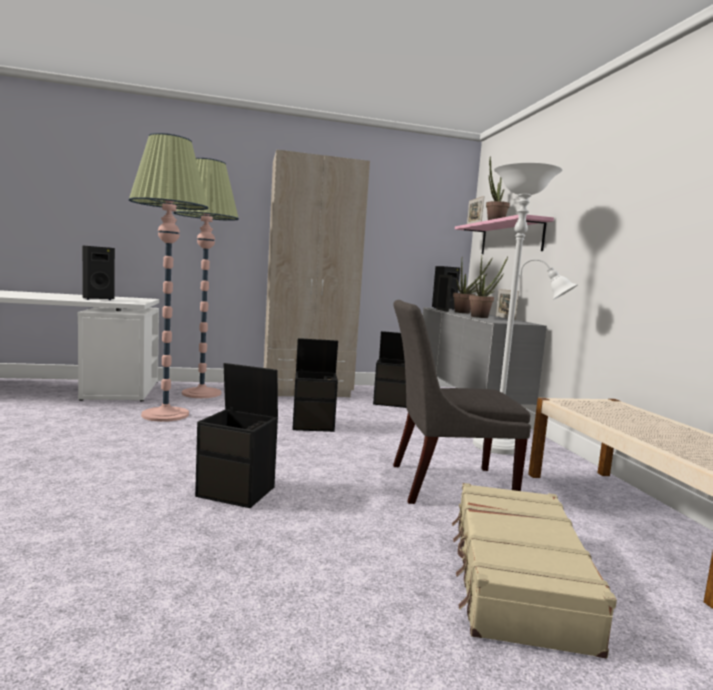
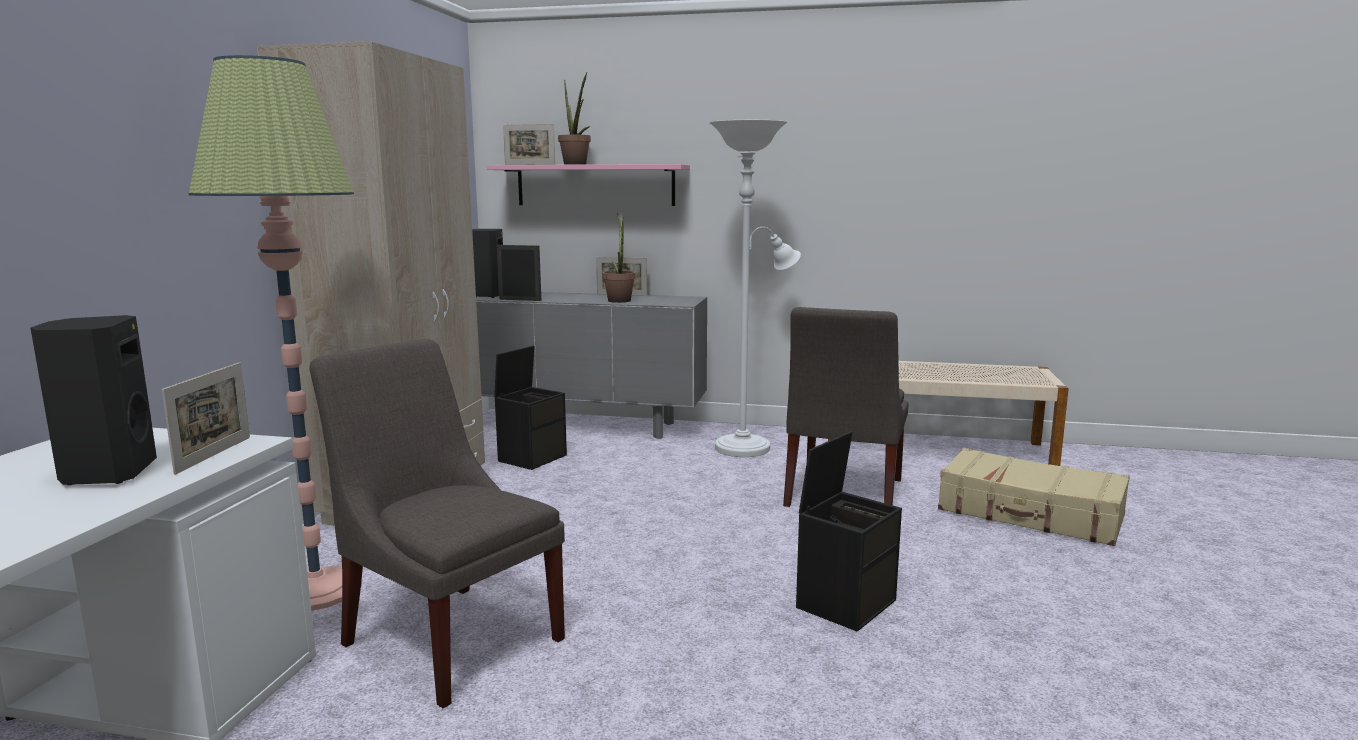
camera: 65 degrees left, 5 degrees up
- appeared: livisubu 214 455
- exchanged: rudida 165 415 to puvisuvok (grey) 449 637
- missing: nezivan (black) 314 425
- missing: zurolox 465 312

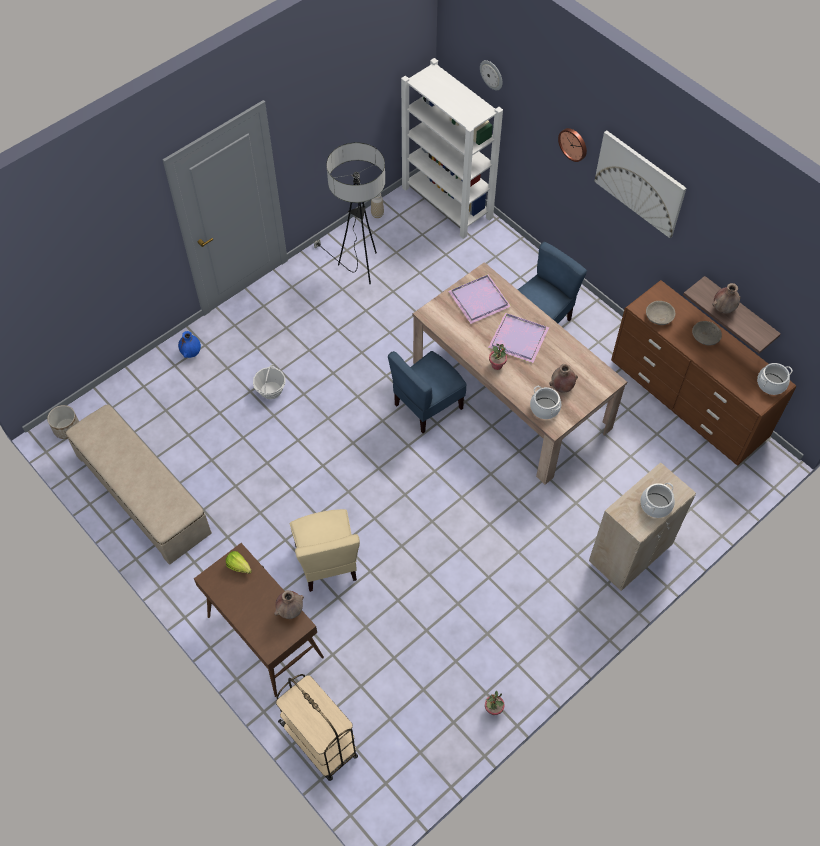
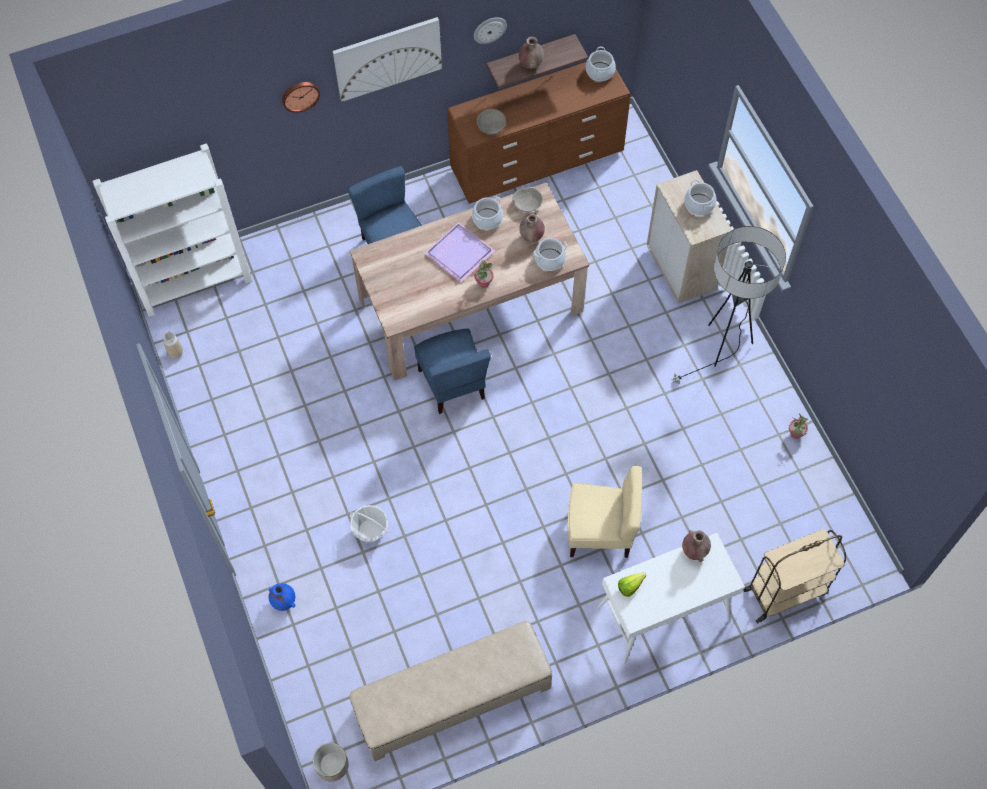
camera: 70 degrees left, 5 degrees up
- appeared: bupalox 487 219
- relocated: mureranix 492 74 to 489 29
- relocated: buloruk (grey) 705 337 to 527 204
- colour: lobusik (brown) 264 636 to lobusik (white) 663 614
- relocated: rudida 359 268 to 722 348
- missing: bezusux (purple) 480 300

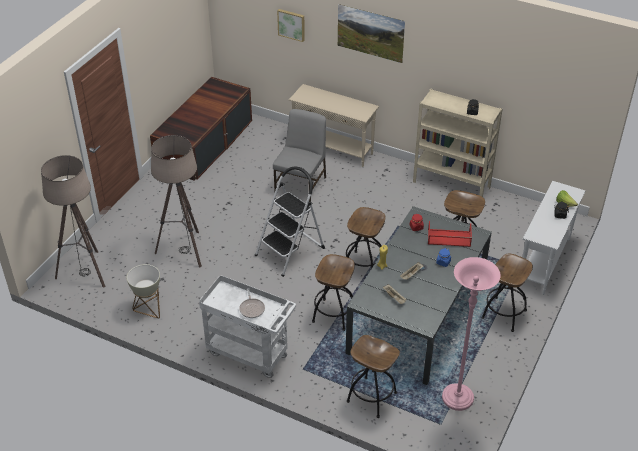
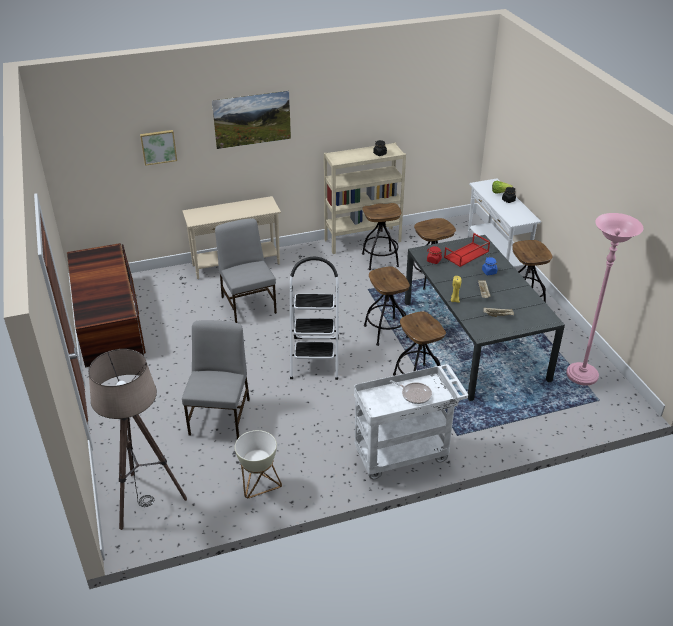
camera: 45 degrees left, 5 degrees down
- exchanged: rudida 184 250 to puvisuvok (grey) 220 416
- relocated: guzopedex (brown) 371 397 to 380 260

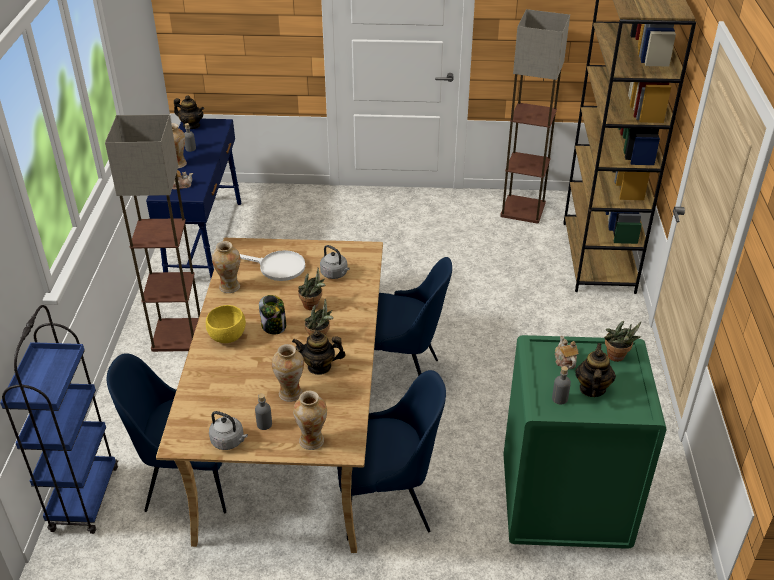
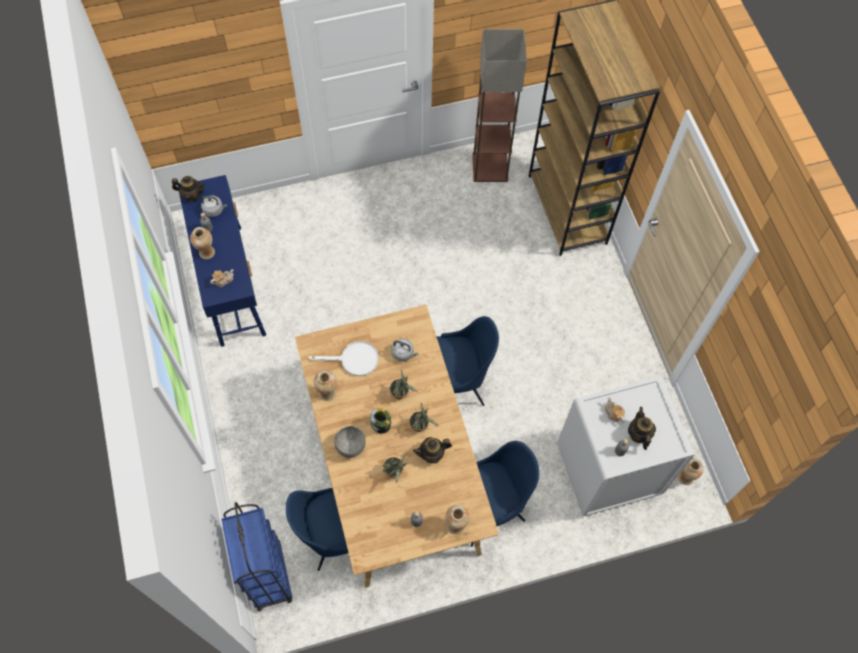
camera: 20 degrees left, 25 degrees up
- relocated: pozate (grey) 229 441 to 214 210
- colour: buloruk (yellow) 227 336 to buloruk (grey) 350 446
- relocated: zurolox 617 358 to 395 473
- colour: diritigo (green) 562 508 to diritigo (grey) 607 472
- relocated: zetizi 290 393 to 685 477
- missing: rudida 176 335

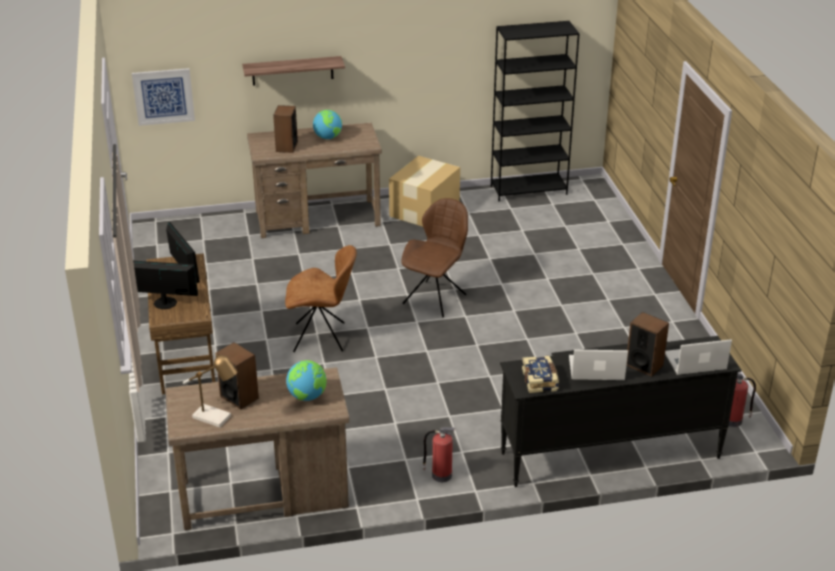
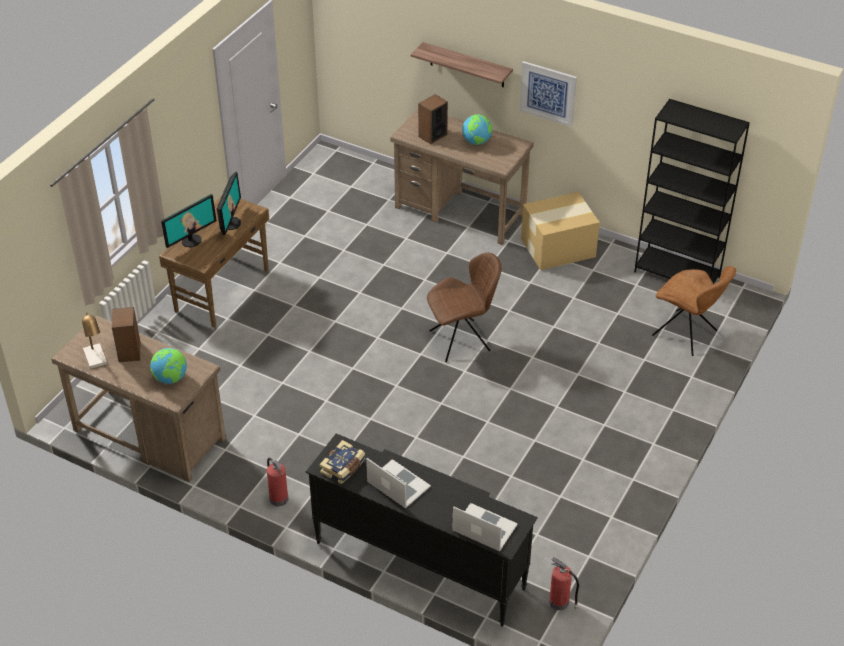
camera: 40 degrees right, 10 degrees up
- spun: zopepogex 165 303 = 191 240 90 degrees clockwise
- relocated: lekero 163 96 to 548 93
- relocated: puvisuvok (brown) 322 337 to 686 334
- missing: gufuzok 644 365

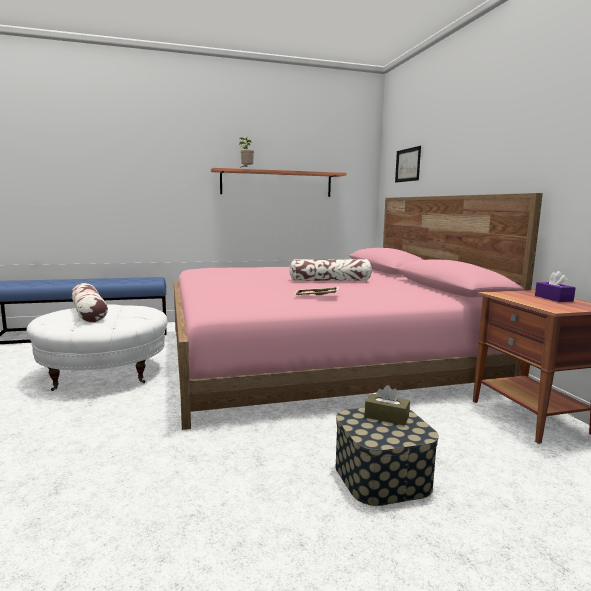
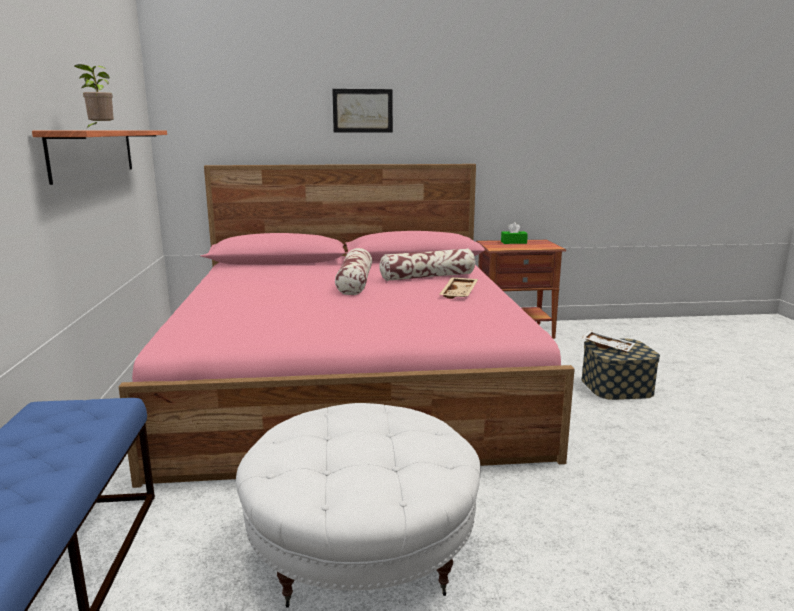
camera: 80 degrees left, 5 degrees up
- relocated: lekero 408 165 to 362 110
- relocated: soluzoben 89 313 to 428 277
- colour: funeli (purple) 553 298 to funeli (green) 513 242
- exchanged: funeli (brown) 386 417 to bezusux (white) 608 346

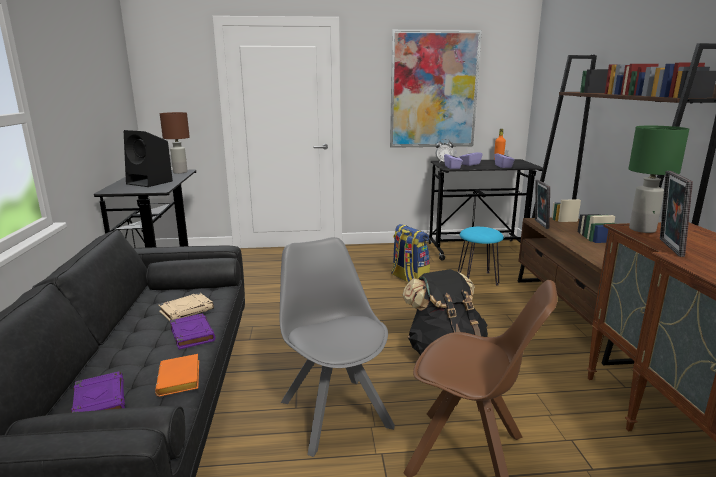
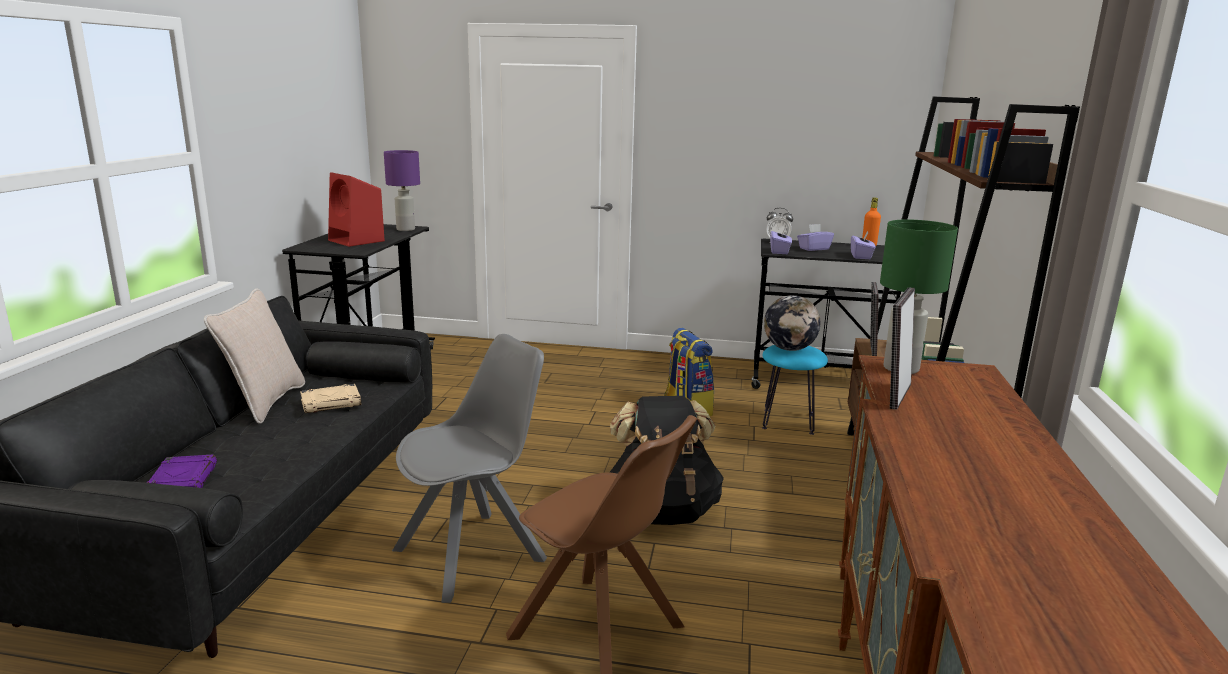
camera: 15 degrees right, 0 degrees up
- appeared: soluzoben (beige) 265 402
- colour: gufuzok (black) 150 182 to gufuzok (red) 357 241
- colour: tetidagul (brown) 180 172 to tetidagul (purple) 405 229
- spun: puvisuvok (grey) 335 411 = 473 553 60 degrees clockwise
- appeared: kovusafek 789 349
- missing: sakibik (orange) 181 380
- missing: sakibik (purple) 192 334
- missing: lekero 434 90

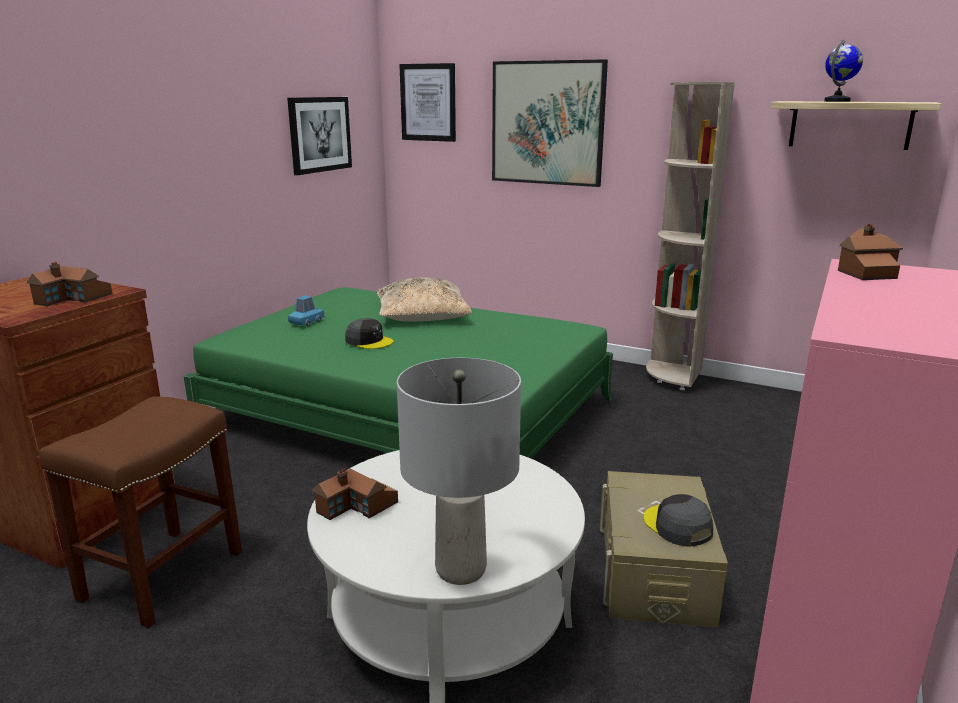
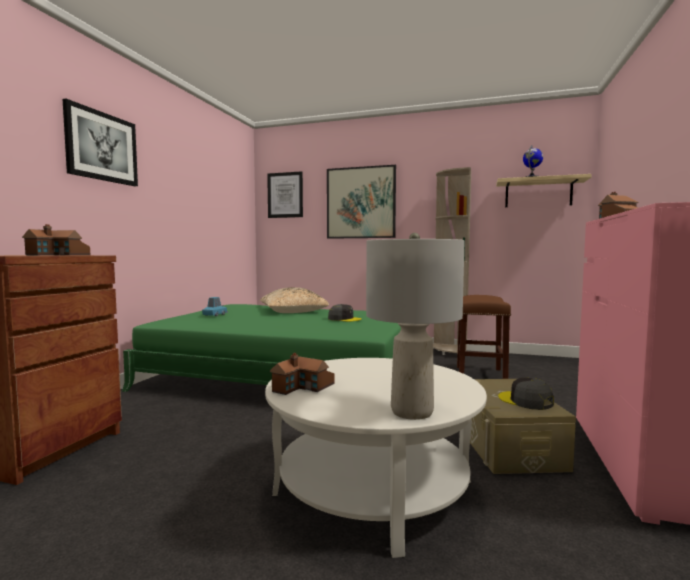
camera: 10 degrees left, 15 degrees down
- relocated: lekero 319 134 to 102 147
- relocated: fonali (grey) 369 341 to 344 319
- relocated: guzopedex (brown) 163 574 to 479 375

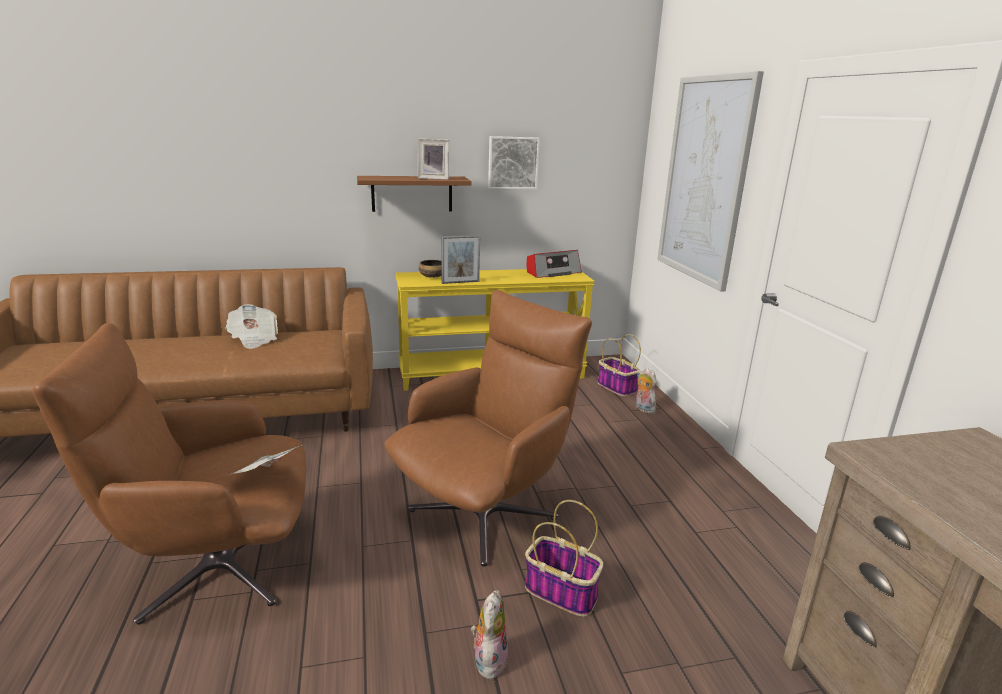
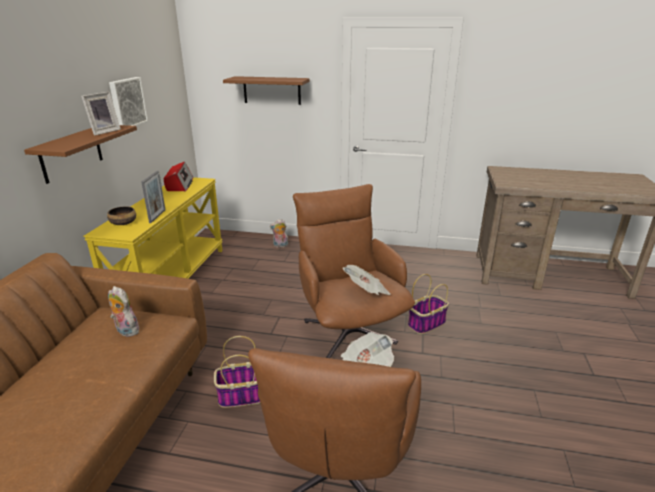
camera: 65 degrees left, 5 degrees up
- relocated: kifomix 488 659 to 125 331
- relocated: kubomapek 616 387 to 241 396
- exchanged: lekero 705 180 to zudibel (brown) 272 90
- relocated: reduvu 254 339 to 366 291

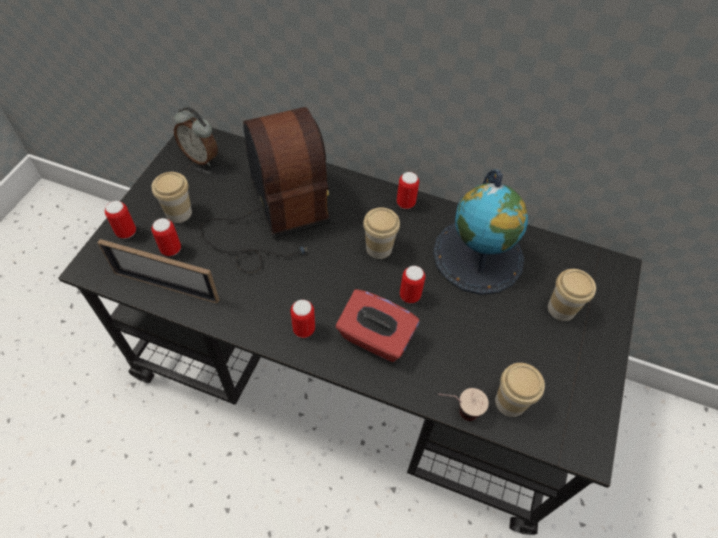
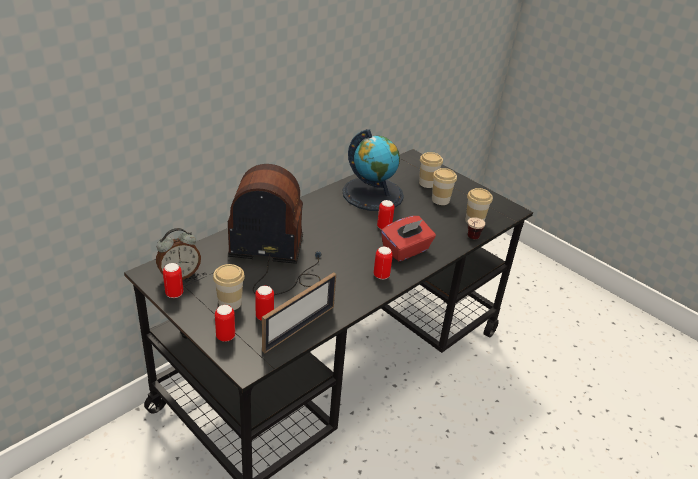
camera: 65 degrees left, 20 degrees down
- relocated: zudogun 405 203 to 174 293
- relocated: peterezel 379 248 to 440 200

